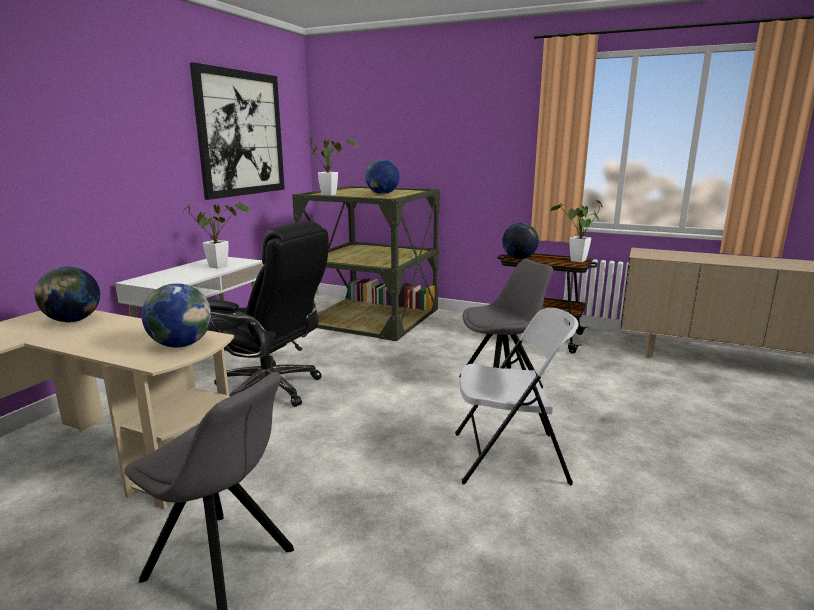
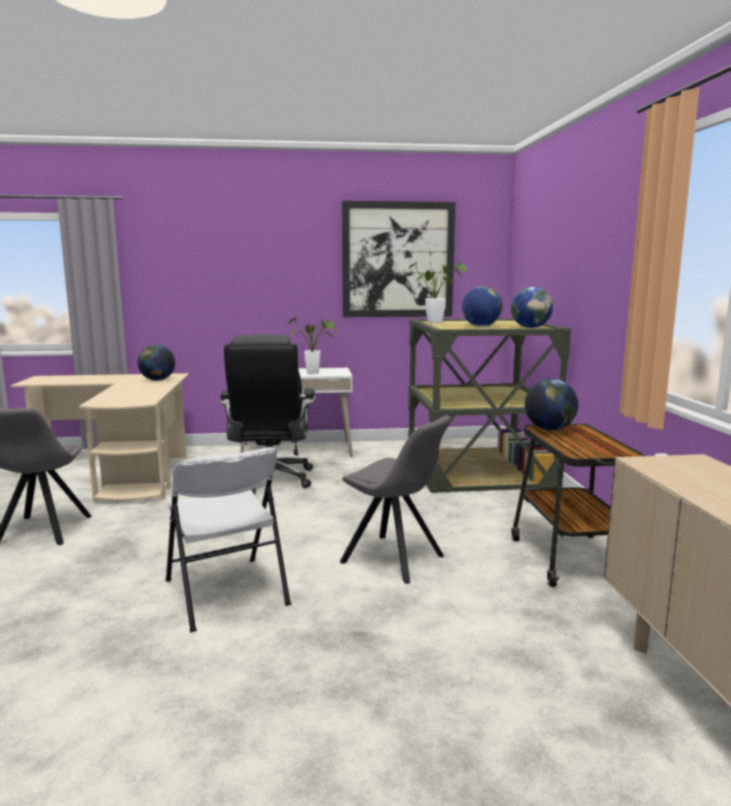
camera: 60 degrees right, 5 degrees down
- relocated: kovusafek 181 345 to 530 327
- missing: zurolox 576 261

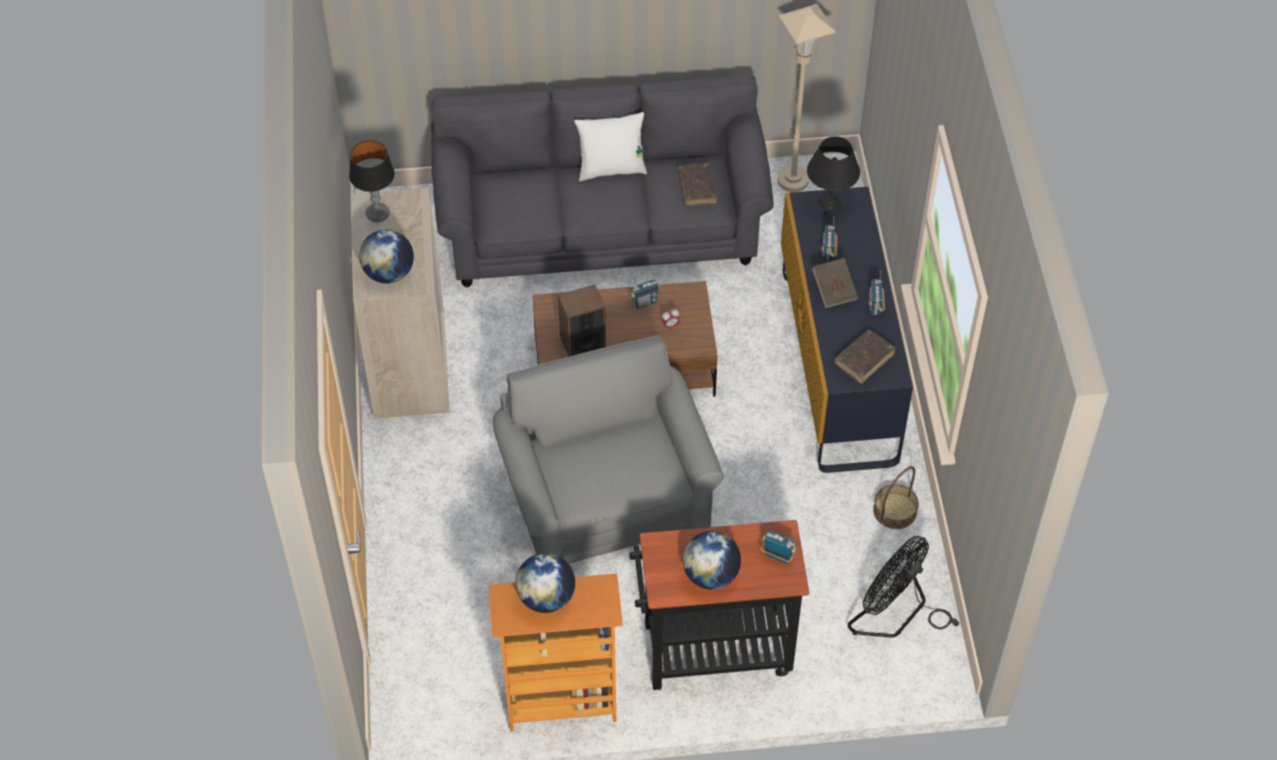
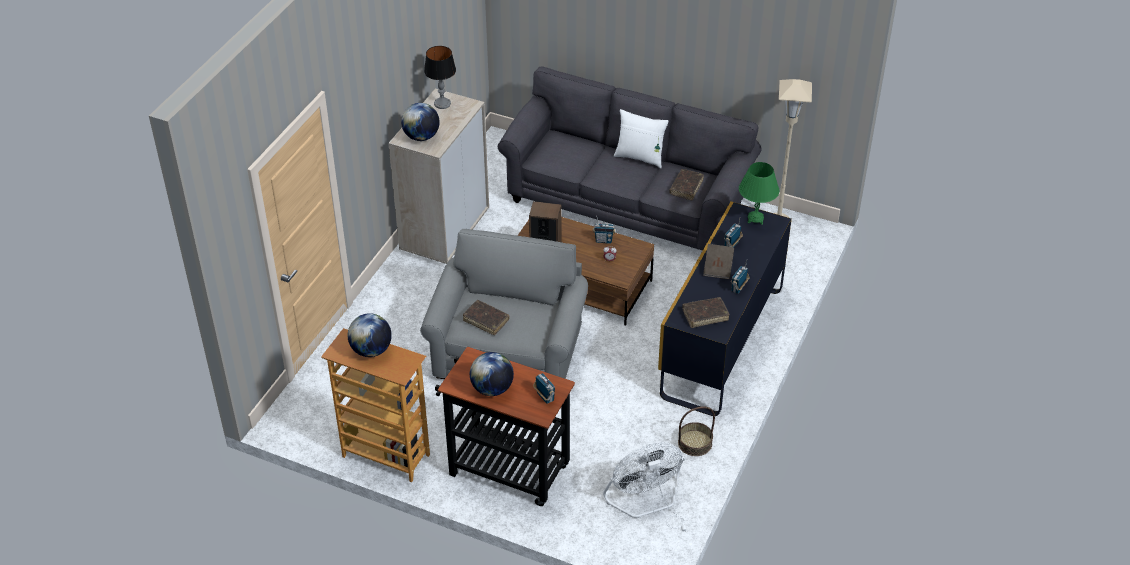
camera: 30 degrees right, 10 degrees down
- appeared: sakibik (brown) 486 320
- colour: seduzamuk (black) 900 609 to seduzamuk (white) 651 503
- colour: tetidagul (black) 829 205 to tetidagul (green) 755 219

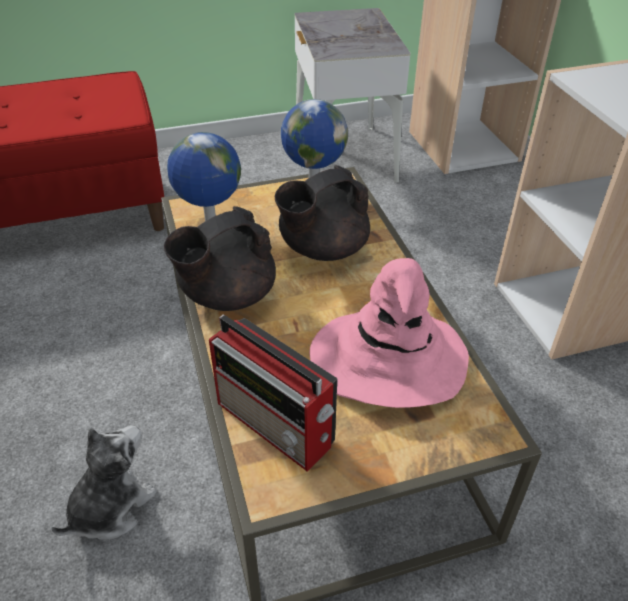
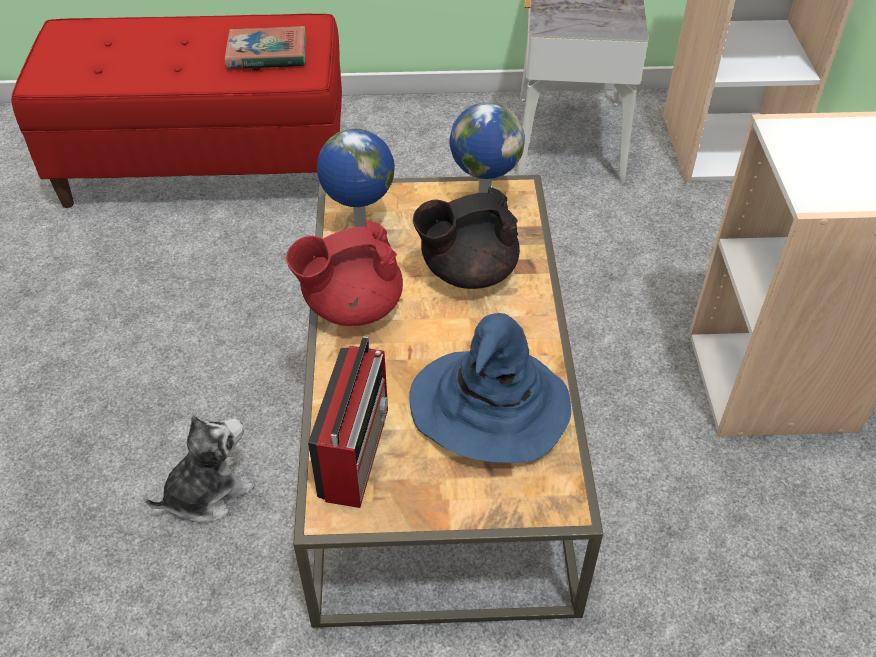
camera: 15 degrees right, 5 degrees up
- appeared: sakibik 267 54
- colour: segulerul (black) 226 296 to segulerul (red) 351 307
- spun: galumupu 277 425 = 356 451 135 degrees counterclockwise
- colour: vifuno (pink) 388 360 to vifuno (blue) 489 407

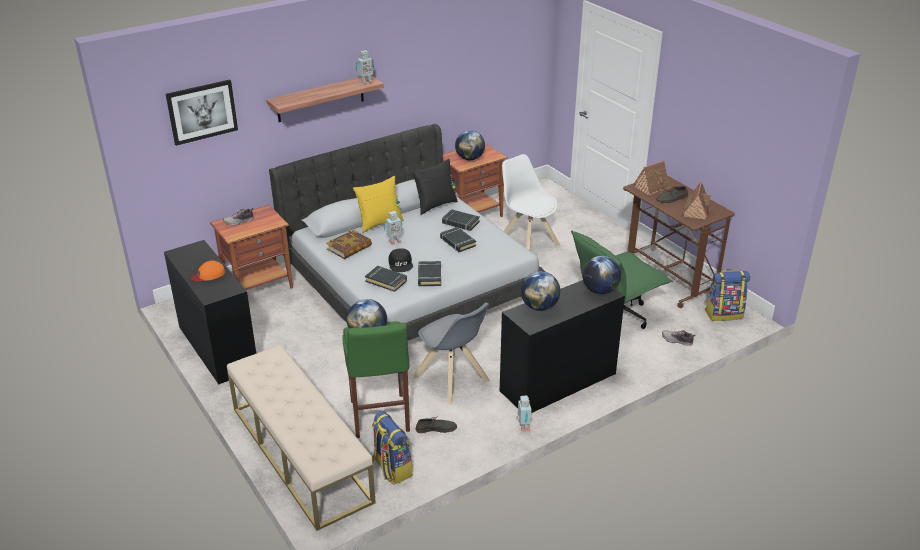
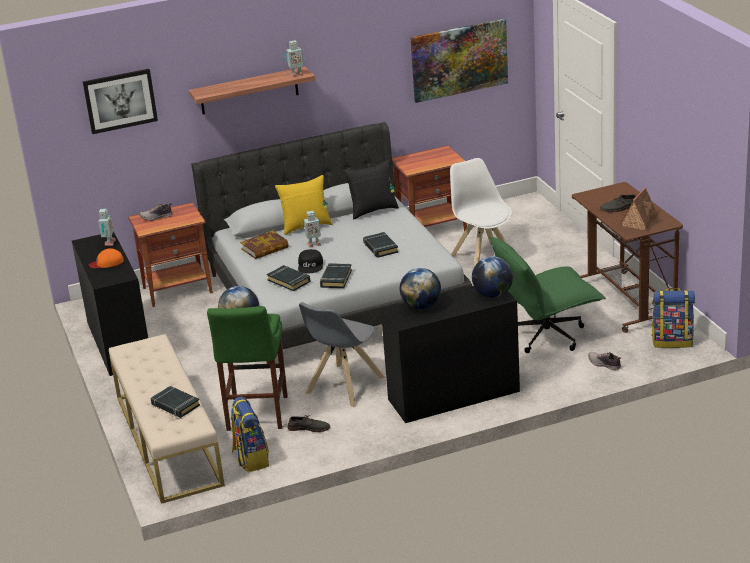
camera: 15 degrees right, 5 degrees down
- relocated: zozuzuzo 523 427 to 109 243
- relocated: sakibik (black) 460 223 to 175 405
- spun: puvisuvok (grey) 452 380 = 343 386 60 degrees clockwise
- appeared: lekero 459 60
- missing: kovusafek 469 158
- missing: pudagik 652 187

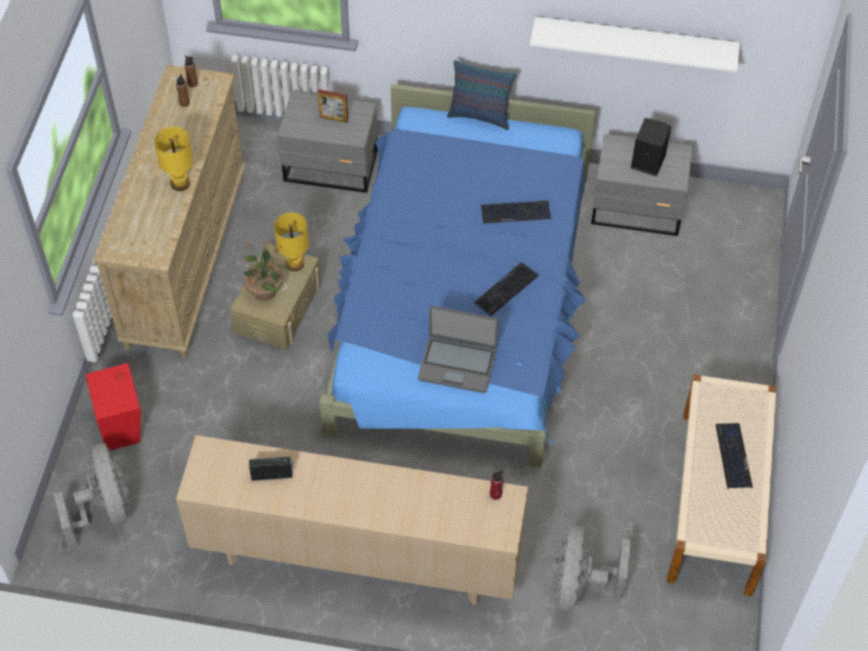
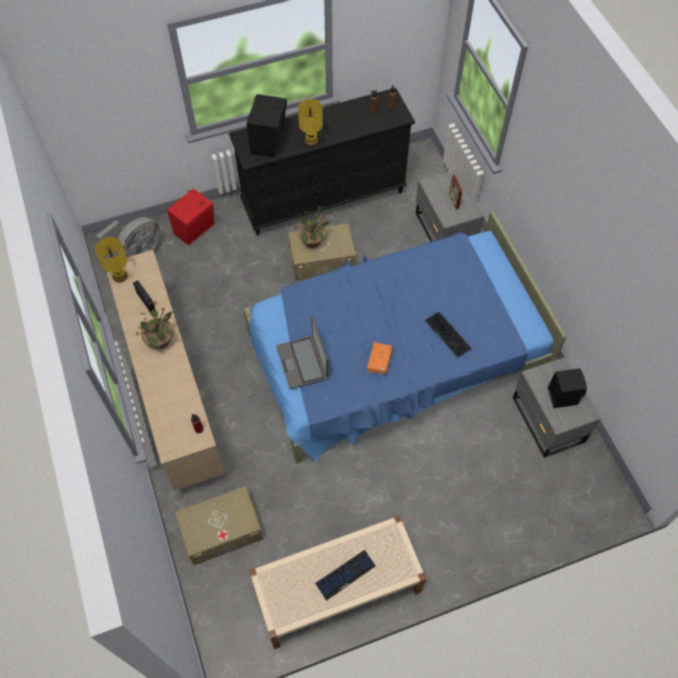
camera: 60 degrees right, 5 degrees up
- relocated: tetidagul (yellow) 294 264 to 119 276
- appeared: zurolox 160 340
- exchanged: seduzamuk (grey) 579 586 to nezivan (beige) 221 530
- colour: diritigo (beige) 186 259 to diritigo (black) 324 199
- appeared: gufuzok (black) 269 141
- exchanged: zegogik 506 290 to sakibik (orange) 379 360
- missing: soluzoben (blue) 480 116
- missing: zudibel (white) 634 42

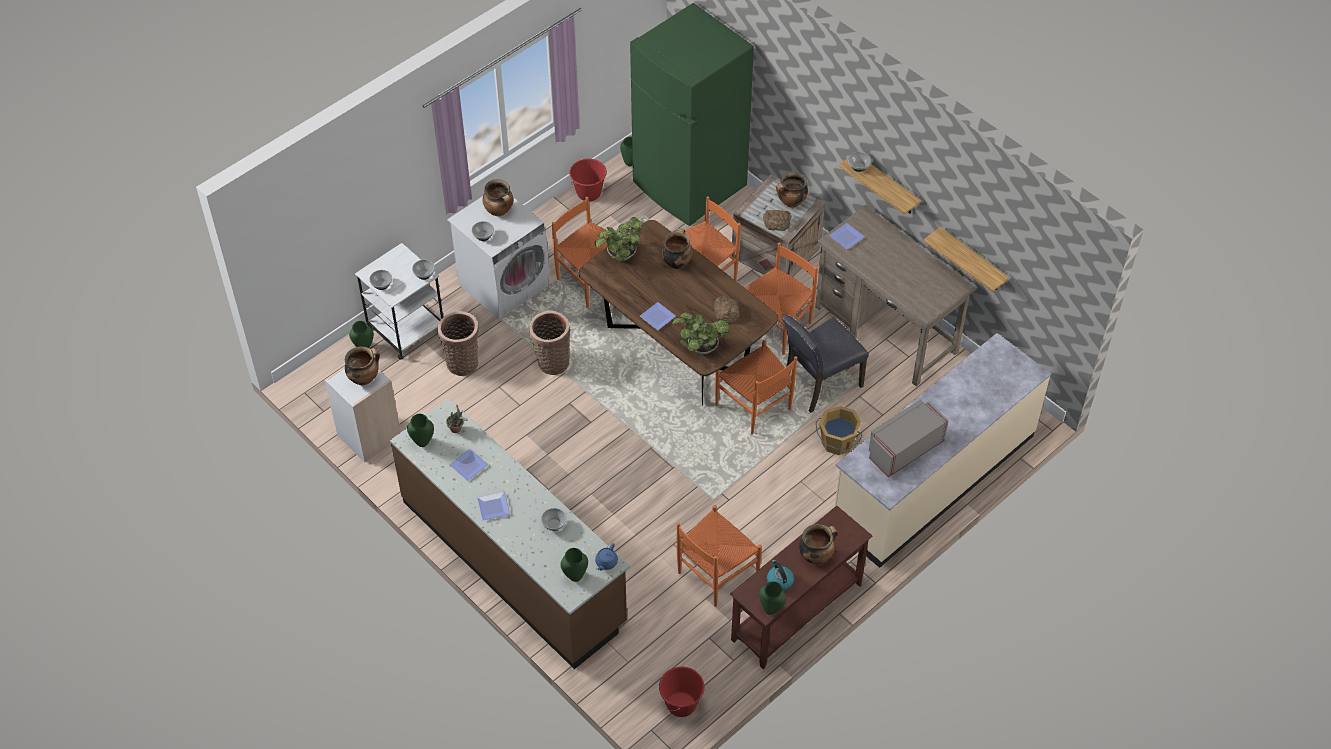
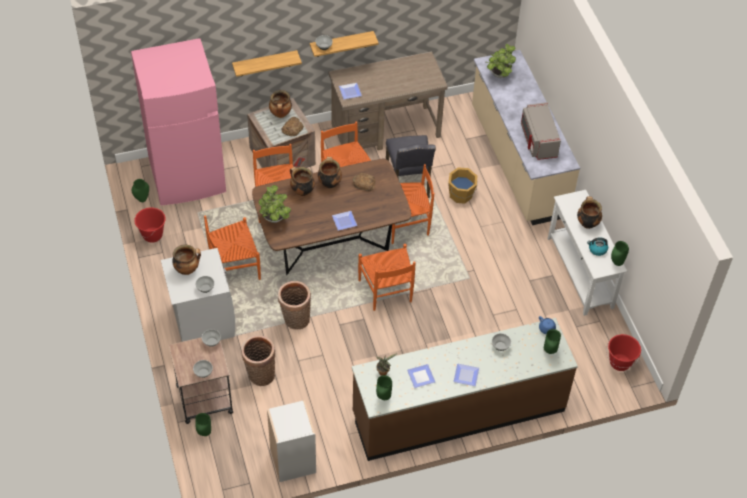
camera: 65 degrees left, 0 degrees up
- colour: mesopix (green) 689 184 to mesopix (pink) 187 175
- colour: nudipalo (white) 407 328 to nudipalo (brown) 204 398
- relocated: zudibel 972 260 to 265 63
- relocated: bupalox 364 378 to 329 183
- relocated: puvisuvok (orange) 715 574 to 387 291
- relocated: zurolox 700 348 to 499 75
- colour: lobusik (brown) 796 613 to lobusik (white) 580 273

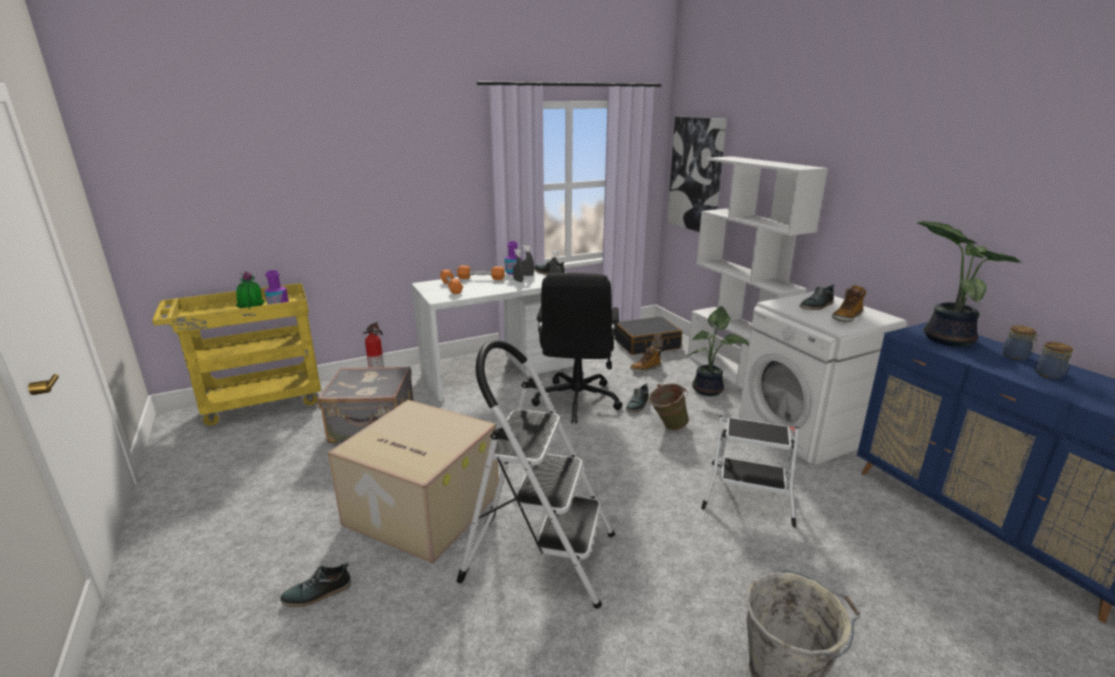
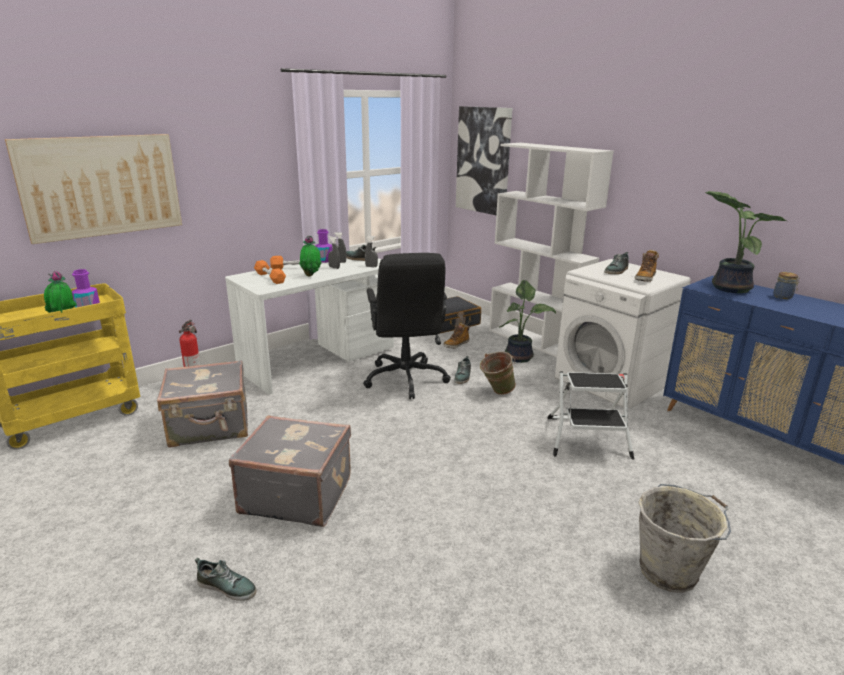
camera: 15 degrees left, 0 degrees up
- appeared: lekero 101 186
- spun: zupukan 317 593 = 227 587 120 degrees counterclockwise
- exchanged: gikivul 420 509 to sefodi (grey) 297 494
- appeared: zurolox 311 275
- missing: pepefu 535 556
- missing: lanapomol 1049 375

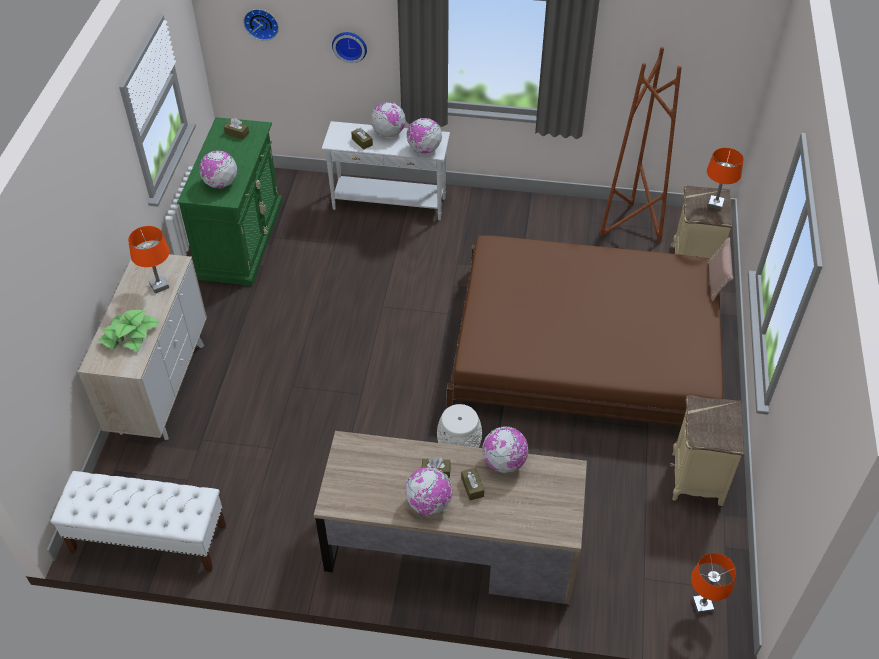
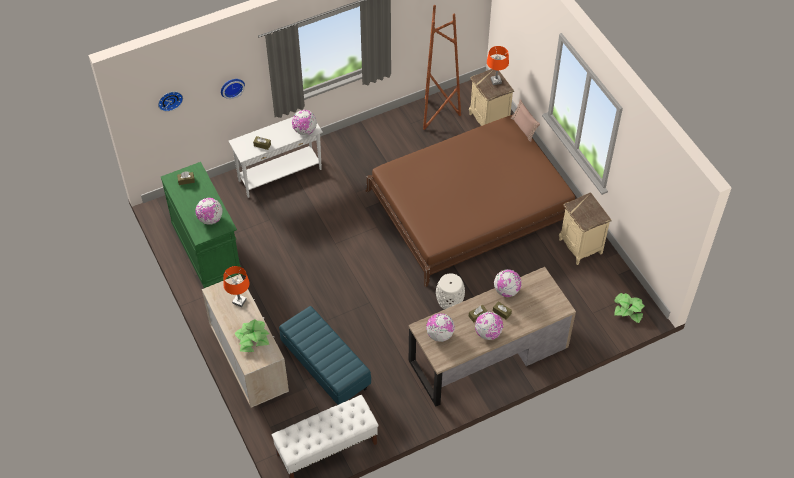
camera: 35 degrees left, 5 degrees up
- appeared: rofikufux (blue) 325 368
- relocated: kovusafek 388 133 to 439 334
- exchanged: tetidagul (orange) 702 605 to zurolox 628 309

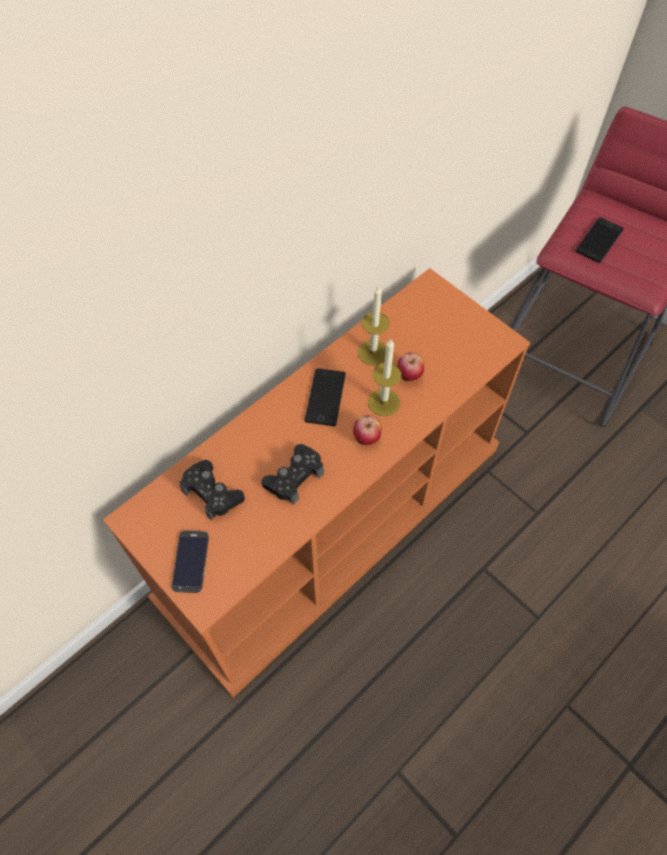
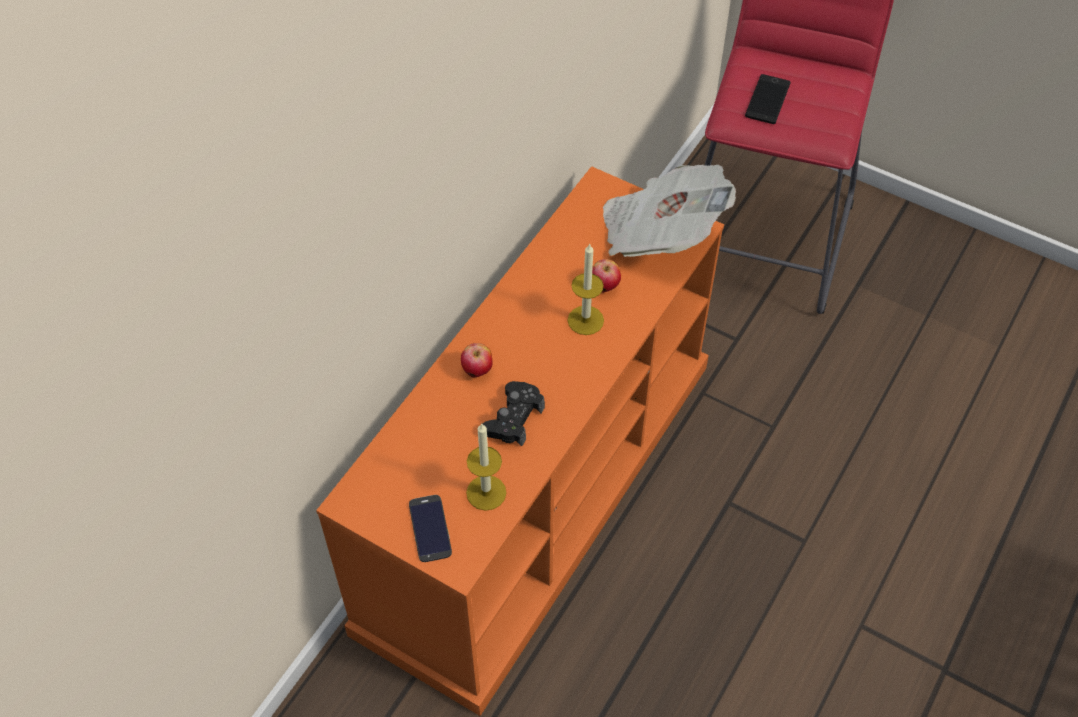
camera: 15 degrees left, 5 degrees down
- relocated: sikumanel 367 438 to 477 371
- relocated: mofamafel 373 352 to 486 492
- appeared: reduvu 660 233
- missing: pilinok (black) 212 493
- missing: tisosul 325 397

